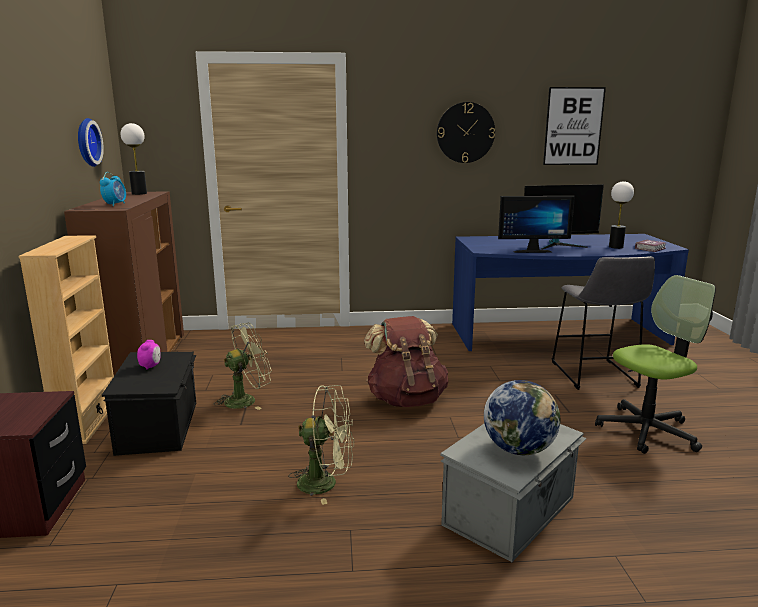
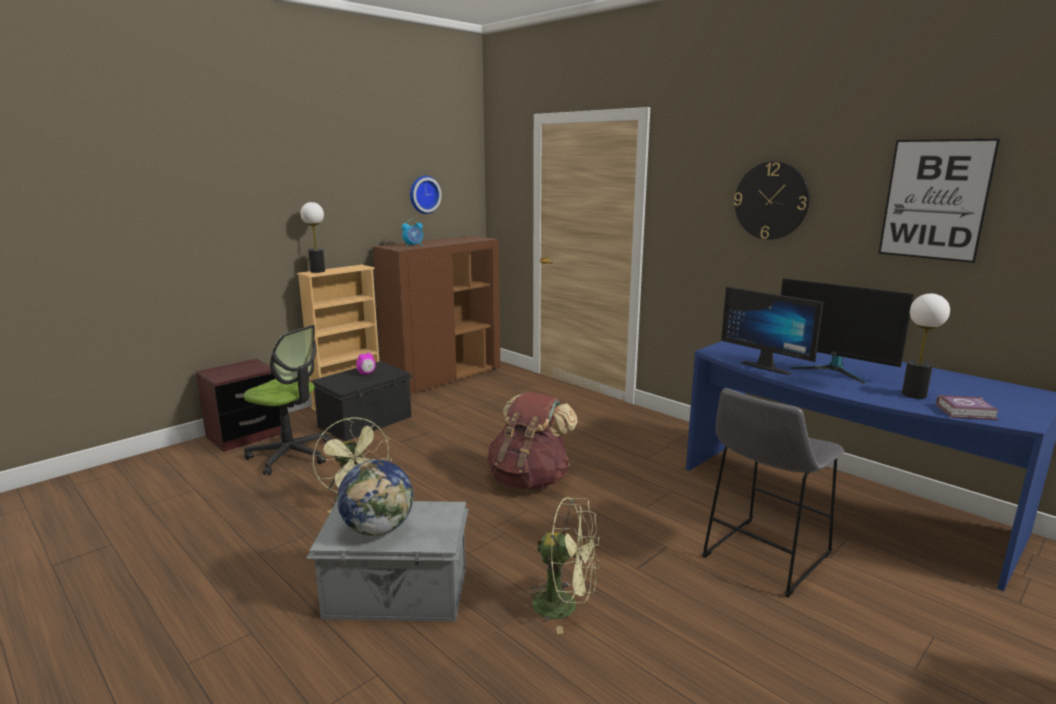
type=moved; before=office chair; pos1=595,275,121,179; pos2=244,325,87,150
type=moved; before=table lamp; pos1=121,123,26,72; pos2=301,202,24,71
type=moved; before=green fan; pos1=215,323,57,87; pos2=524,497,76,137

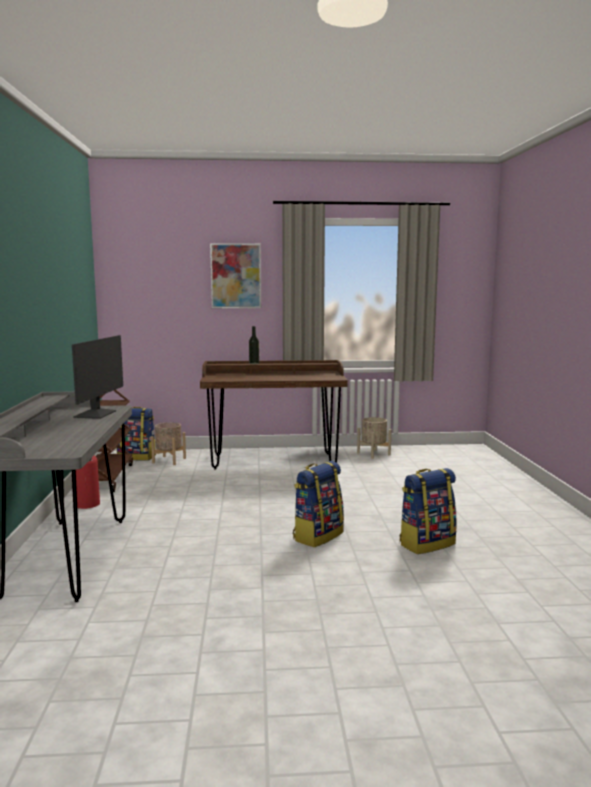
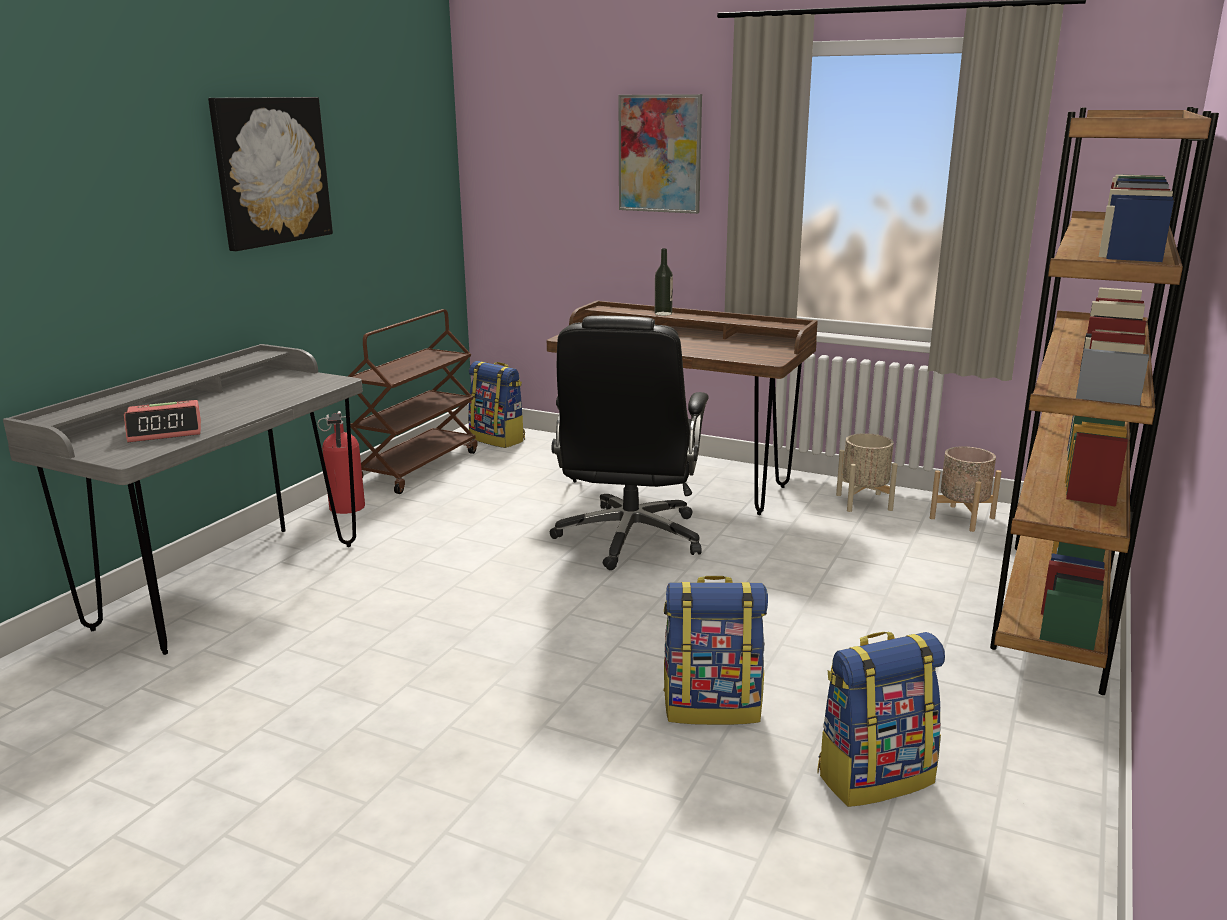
type=added; after=alarm clock; pos2=124,400,77,42
type=added; after=picture; pos2=208,97,125,154
type=added; after=black office chair; pos2=550,316,159,254
type=moved; before=backpack; pos1=293,461,51,86; pos2=817,632,128,175
type=moved; before=beige planter; pos1=151,422,35,43; pos2=930,447,72,85
type=added; after=brown bookcase; pos2=990,107,229,588
type=removed; before=monitor; pos1=72,335,51,84

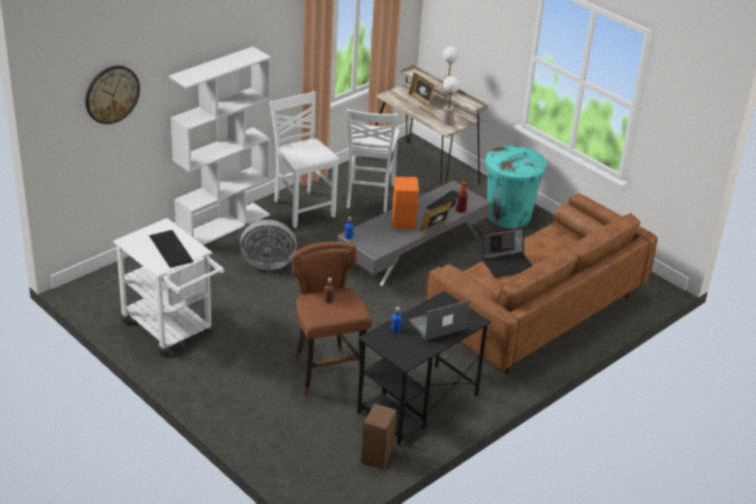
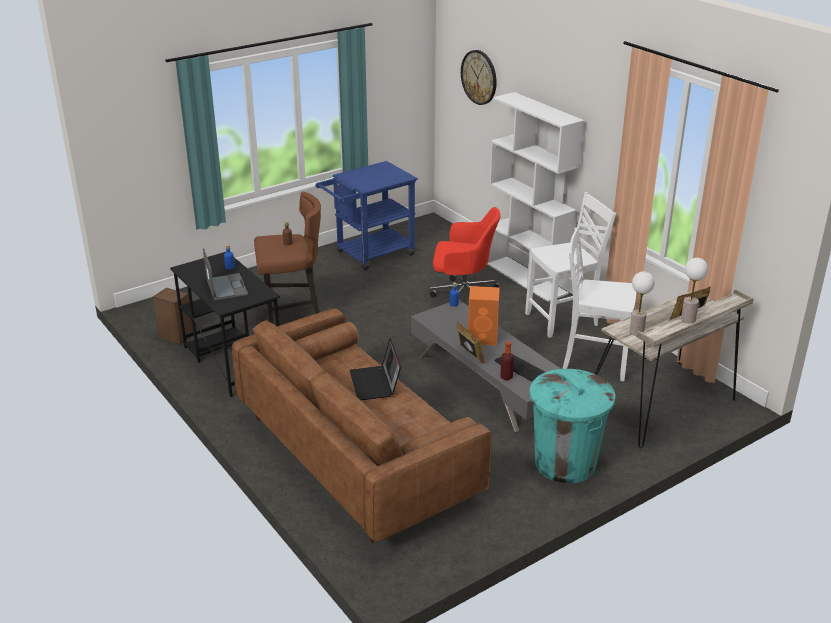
type=recoloured; before=white cart; after=blue cart; pos1=113,218,111,137; pos2=315,161,103,110
type=replaced; before=grey fan; after=red office chair; pos1=240,220,57,50; pos2=430,207,71,90
type=removed; before=keyboard; pos1=149,230,45,38

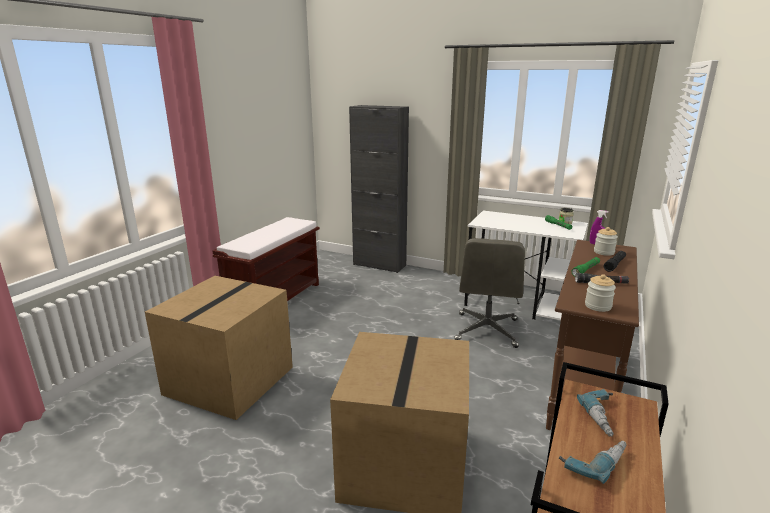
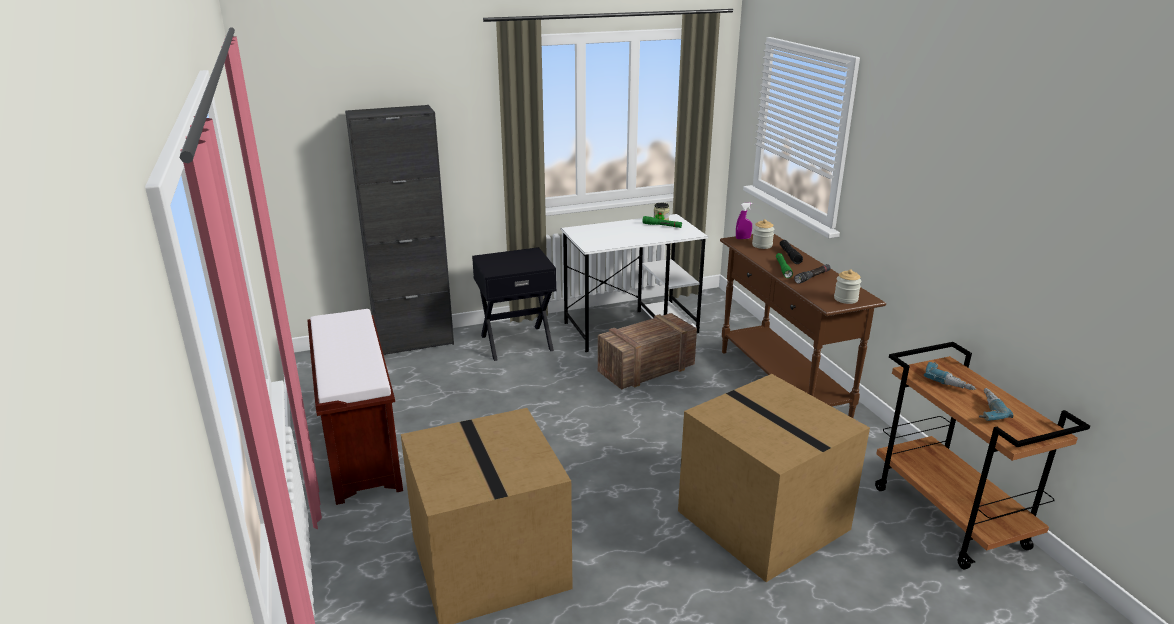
type=added; after=black nightstand; pos2=472,247,84,114
type=replaced; before=grey office chair; after=crate; pos1=454,238,71,110; pos2=598,313,99,77

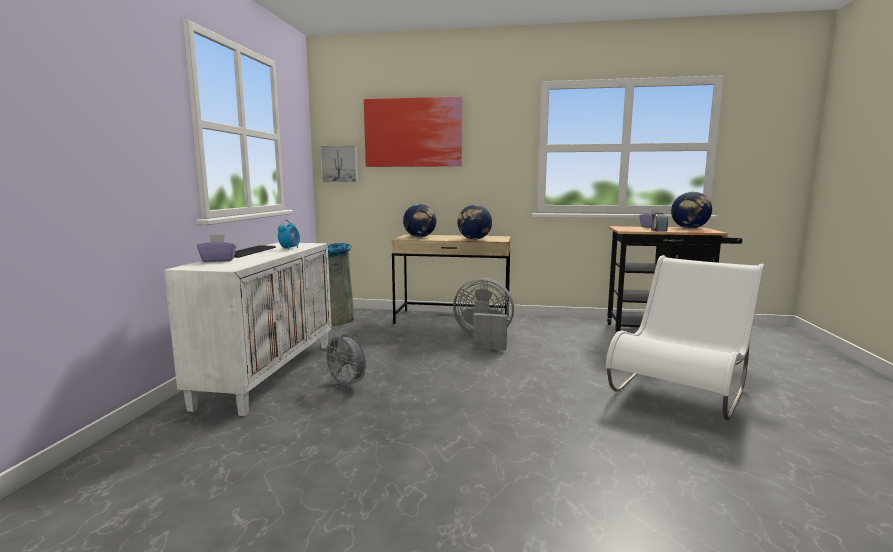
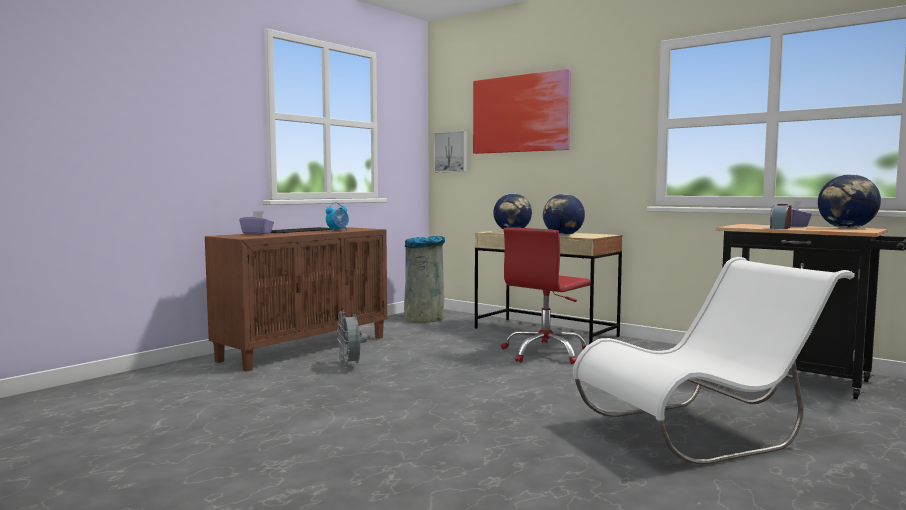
type=recoloured; before=white cabinet; after=brown cabinet; pos1=164,242,168,174; pos2=205,227,182,145
type=replaced; before=grey fan; after=red office chair; pos1=453,278,61,72; pos2=501,228,90,136

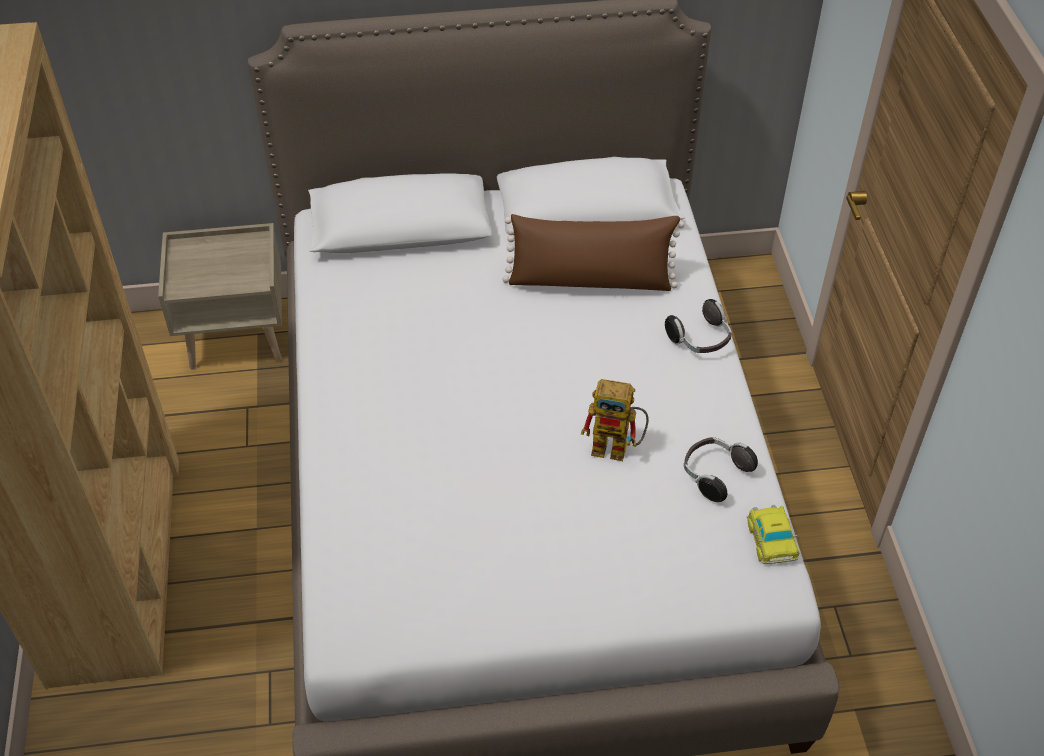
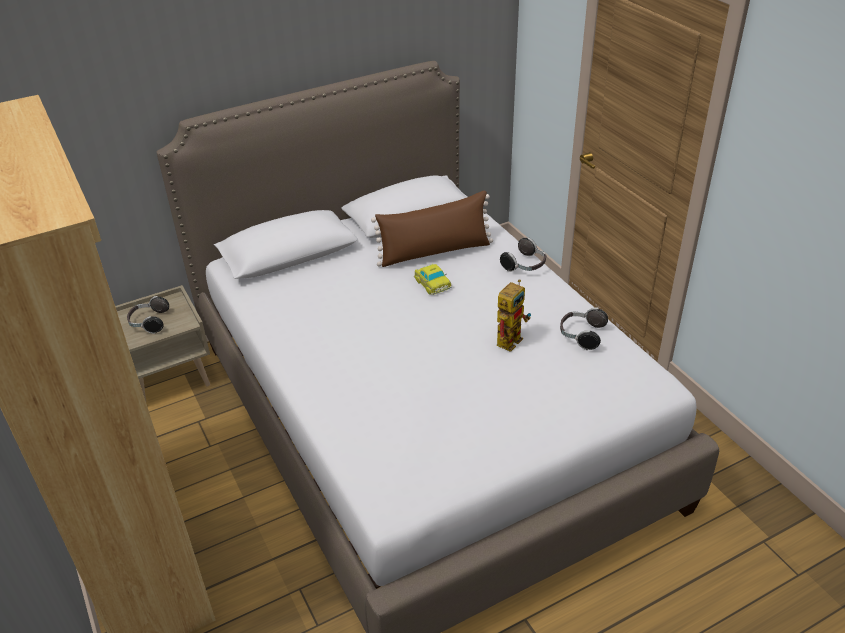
type=added; after=headphones; pos2=127,296,42,38
type=moved; before=toy car; pos1=747,505,52,59; pos2=414,264,38,31
type=turned; before=toy robot; pos1=581,379,68,82; pos2=497,279,34,73; turn=-45

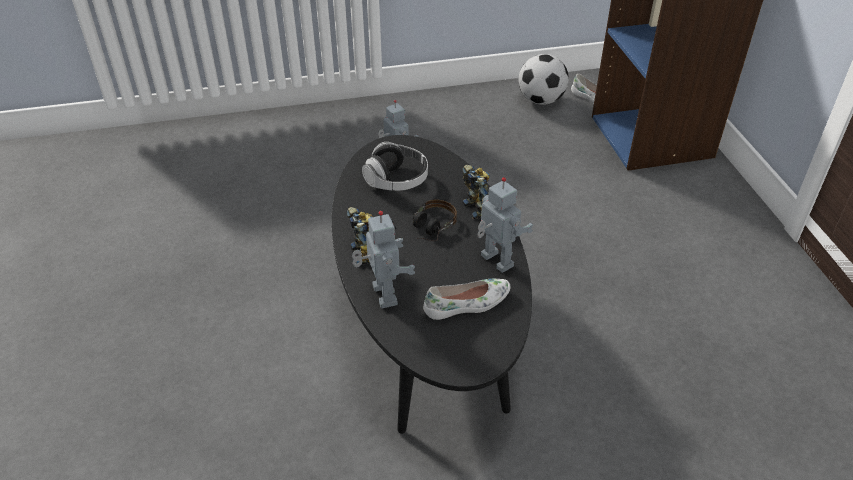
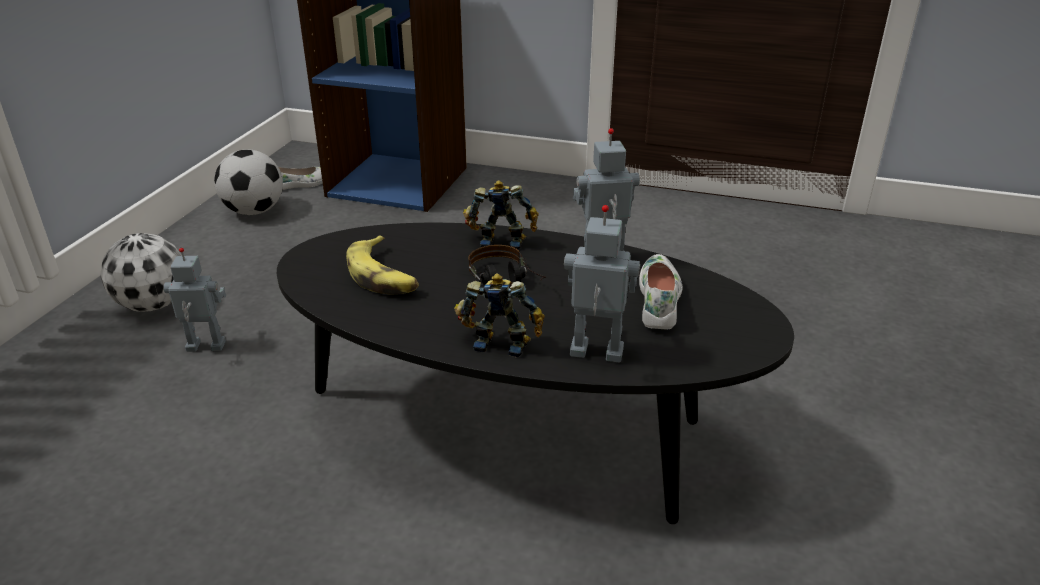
type=added; after=football; pos2=100,233,82,79
type=replaced; before=headphones; after=banana; pos1=362,142,66,49; pos2=346,235,73,59

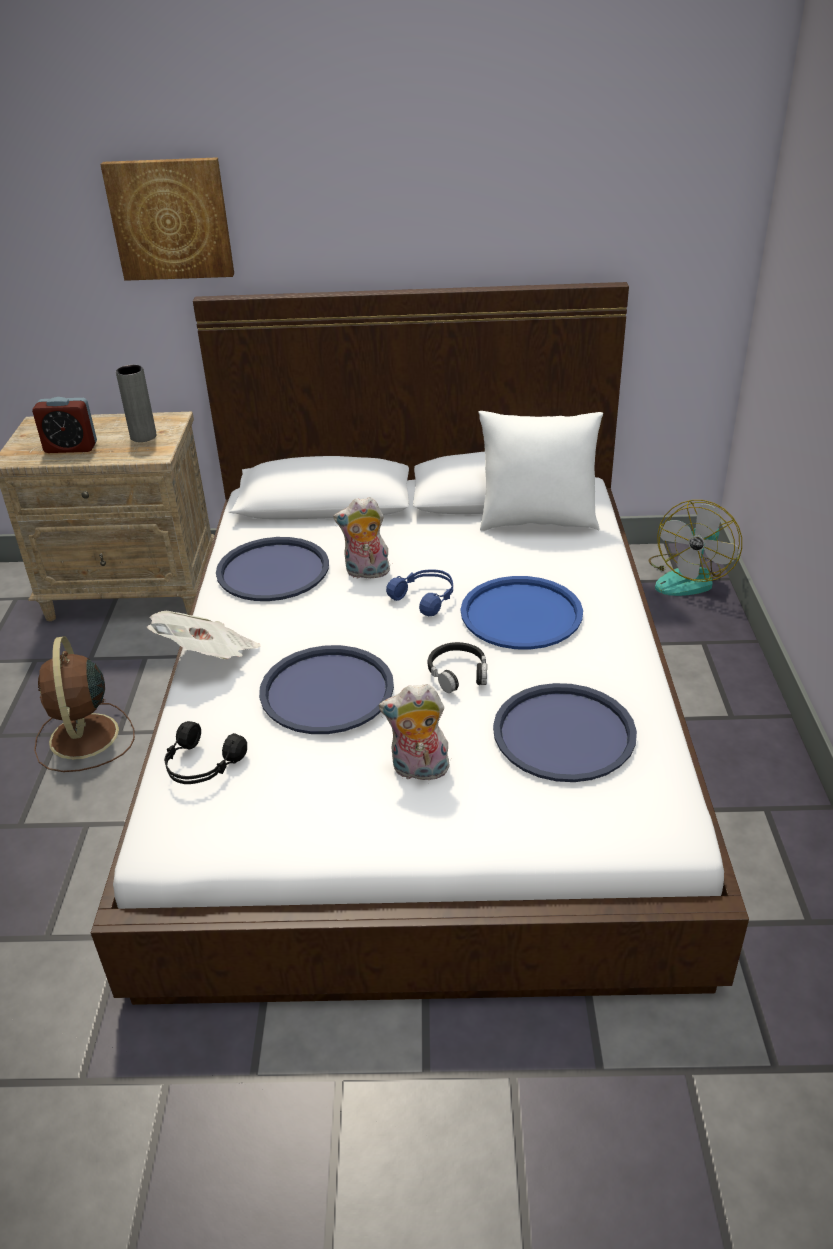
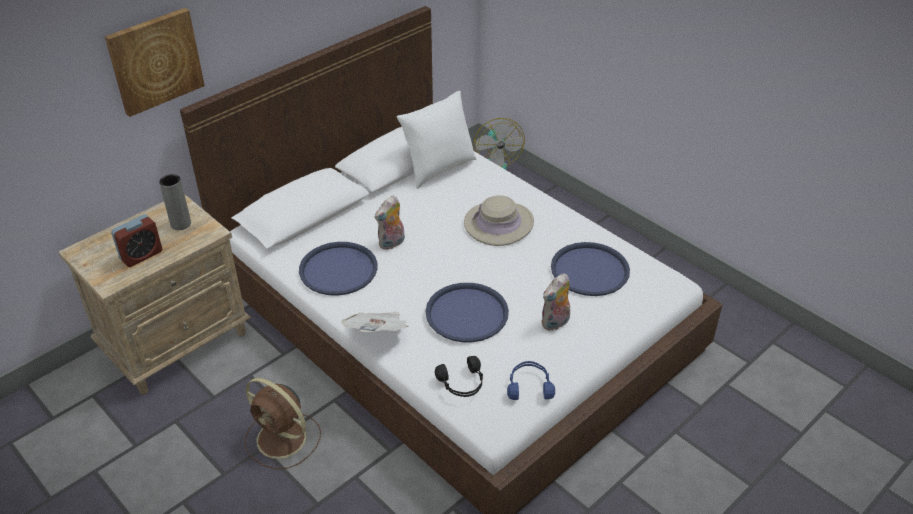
type=replaced; before=blue tray; after=beige hat; pos1=461,576,122,74; pos2=464,195,70,51
type=moved; before=blue headphones; pos1=386,569,67,47; pos2=507,361,48,39
type=removed; before=black headphones; pos1=428,642,59,51

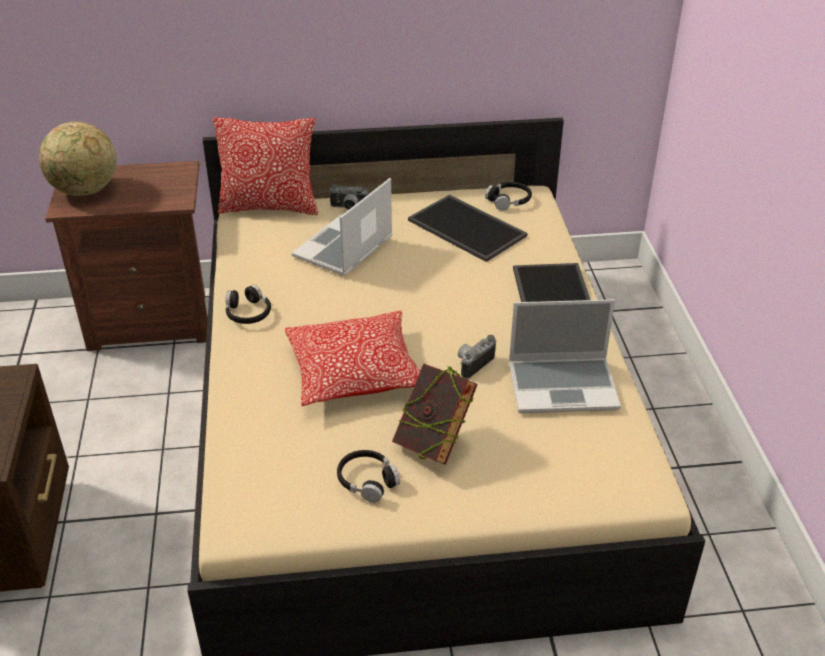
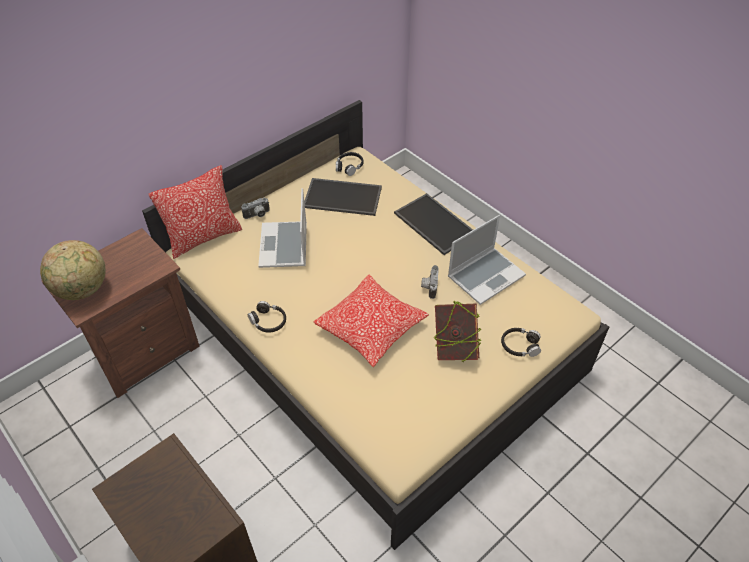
type=moved; before=black headphones; pos1=337,450,63,53; pos2=501,328,40,29

